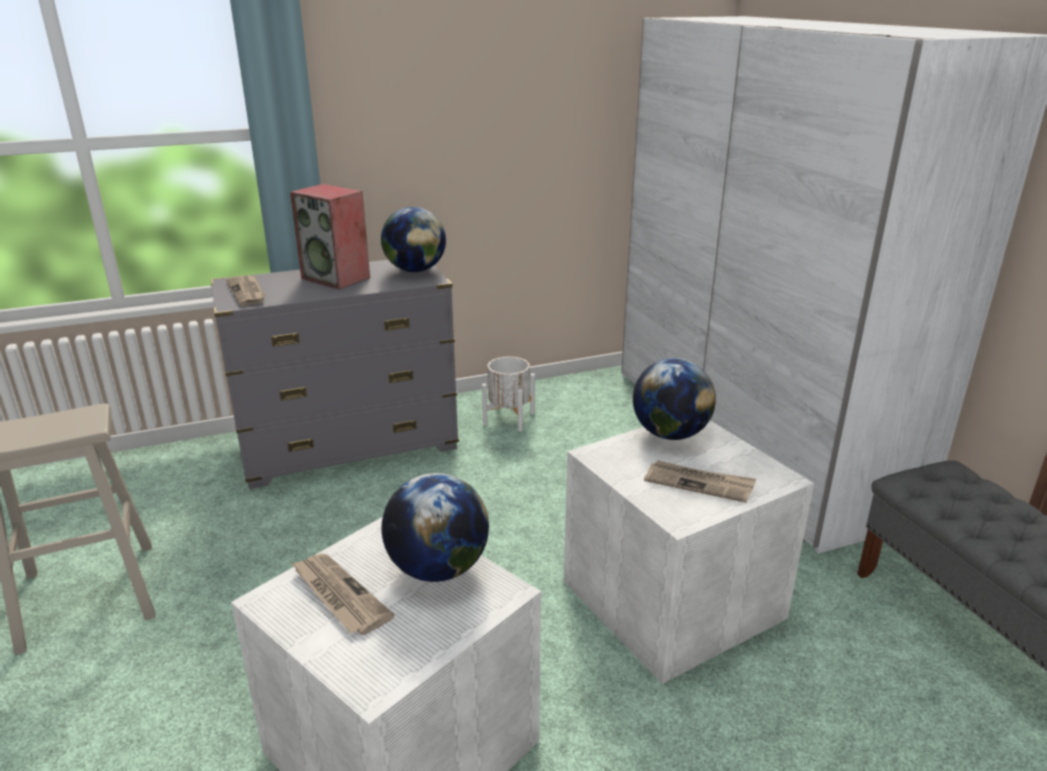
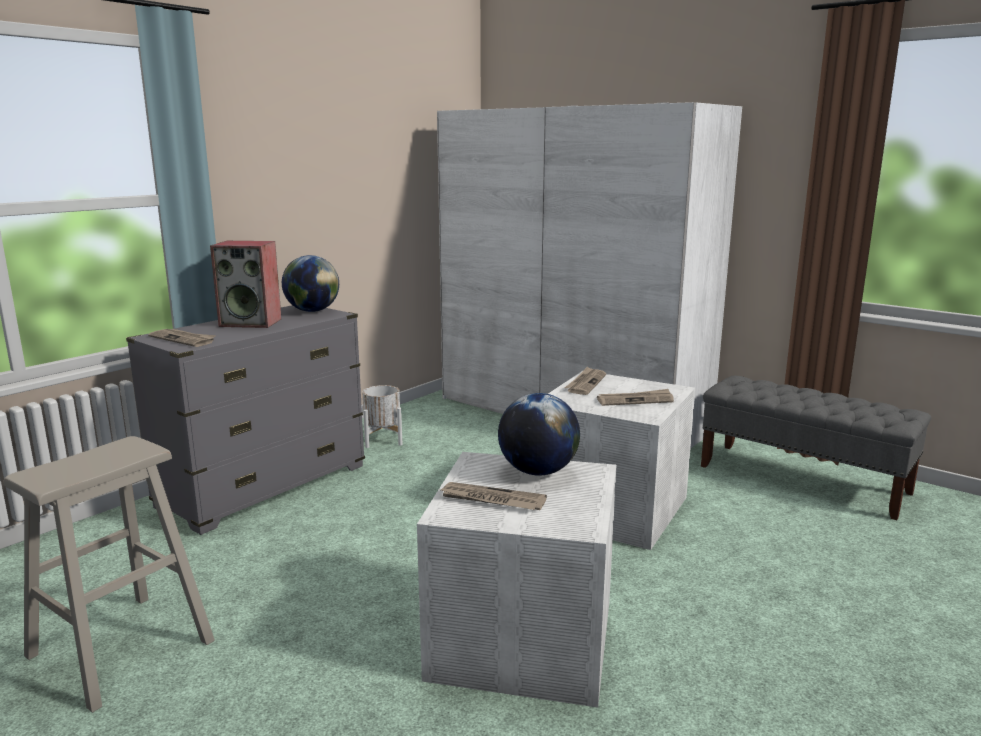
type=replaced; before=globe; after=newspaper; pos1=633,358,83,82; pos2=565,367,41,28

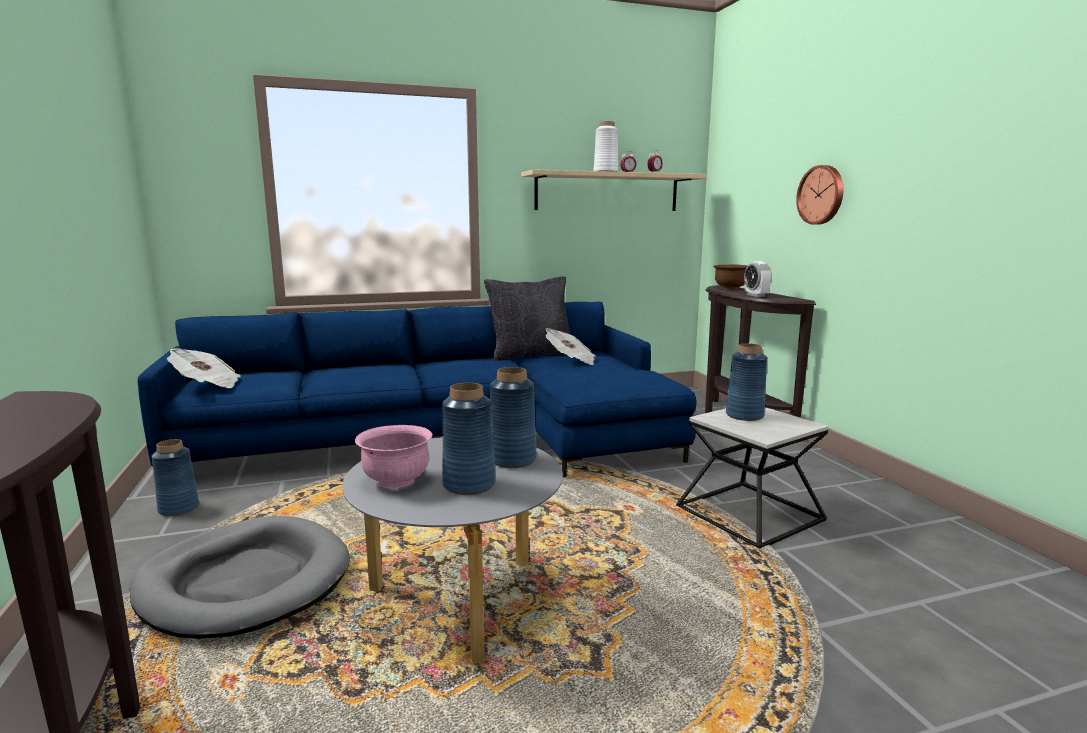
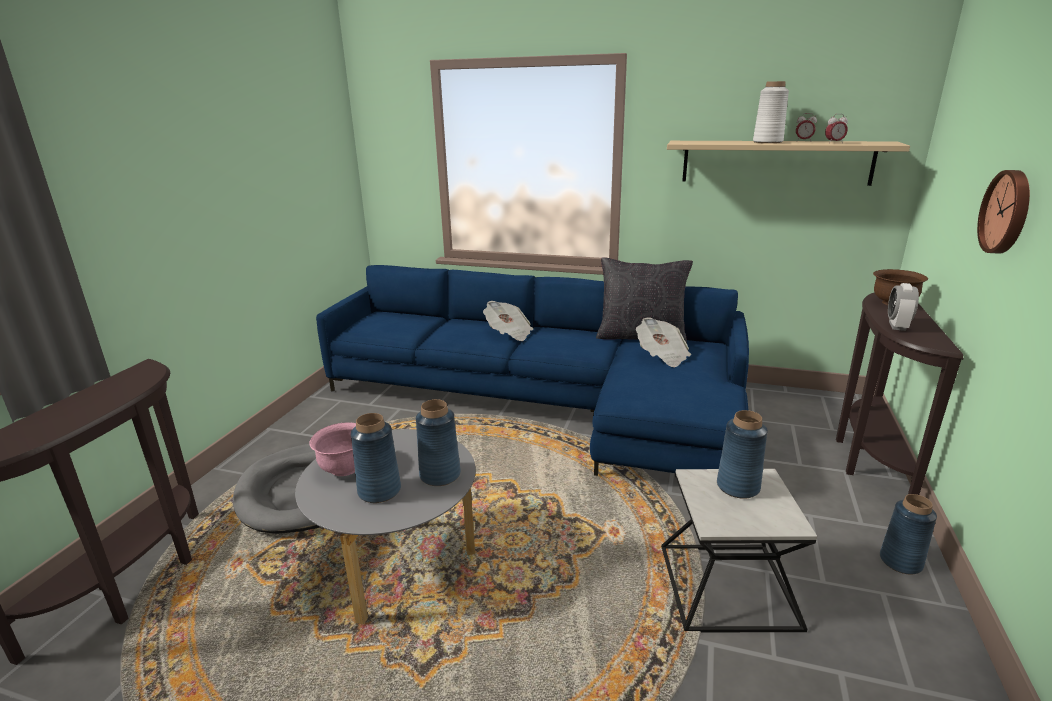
type=moved; before=newspaper; pos1=167,348,74,40; pos2=483,301,51,40
type=moved; before=blue vase; pos1=151,439,48,78; pos2=880,494,57,80

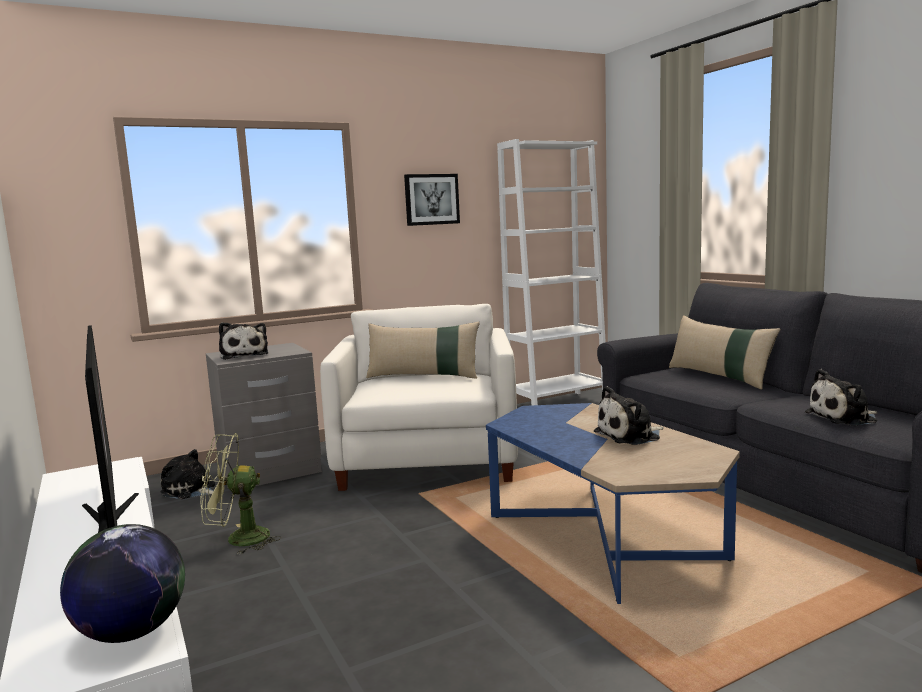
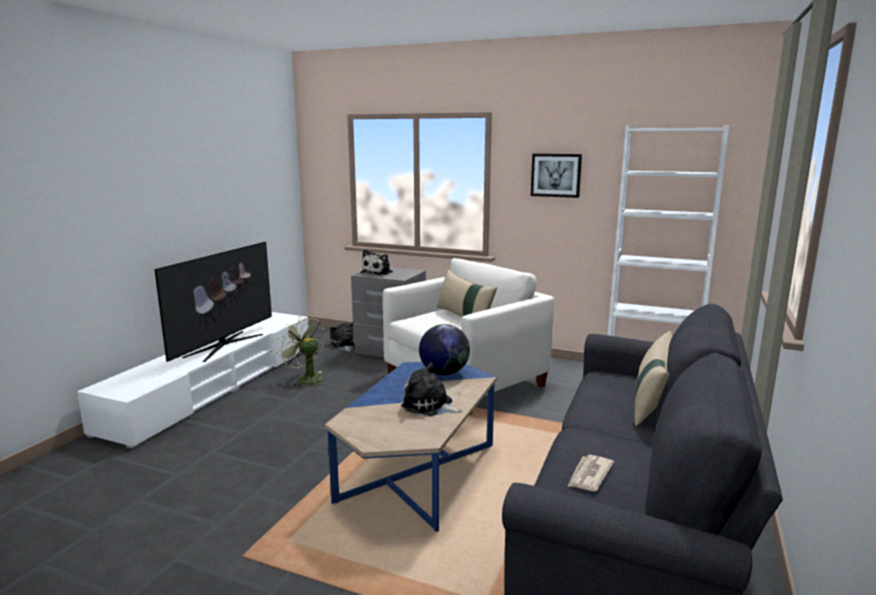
type=moved; before=globe; pos1=60,524,125,119; pos2=419,324,51,51
type=replaced; before=plush toy; after=newspaper; pos1=805,369,73,57; pos2=567,455,47,36

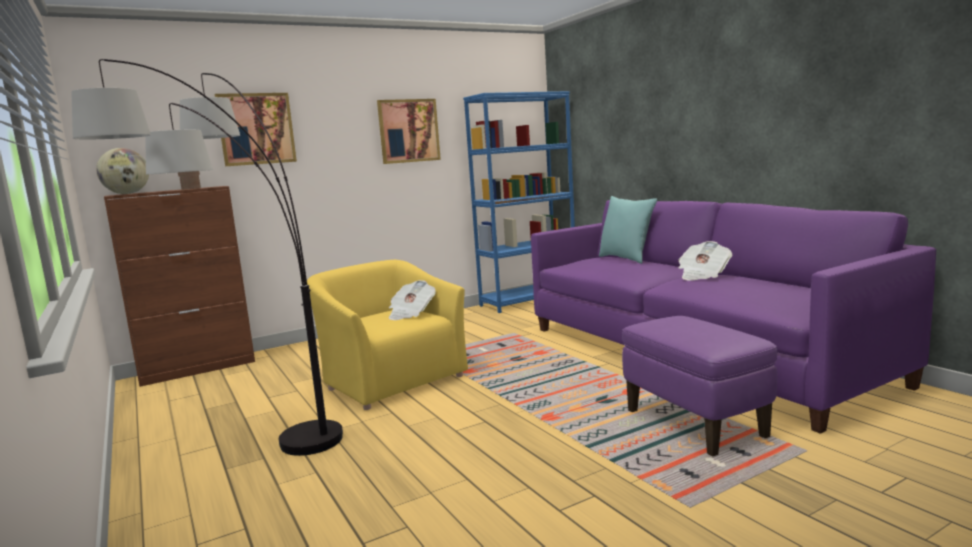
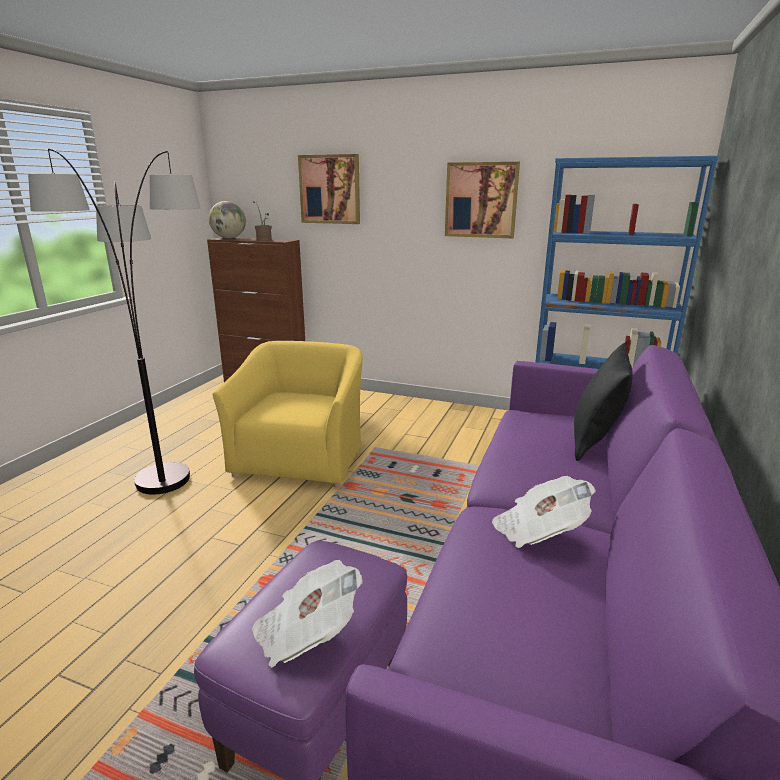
type=moved; before=newspaper; pos1=389,280,47,40; pos2=252,560,111,108
type=recoloured; before=turquoise pillow; after=black pillow; pos1=599,196,58,68; pos2=574,343,59,118

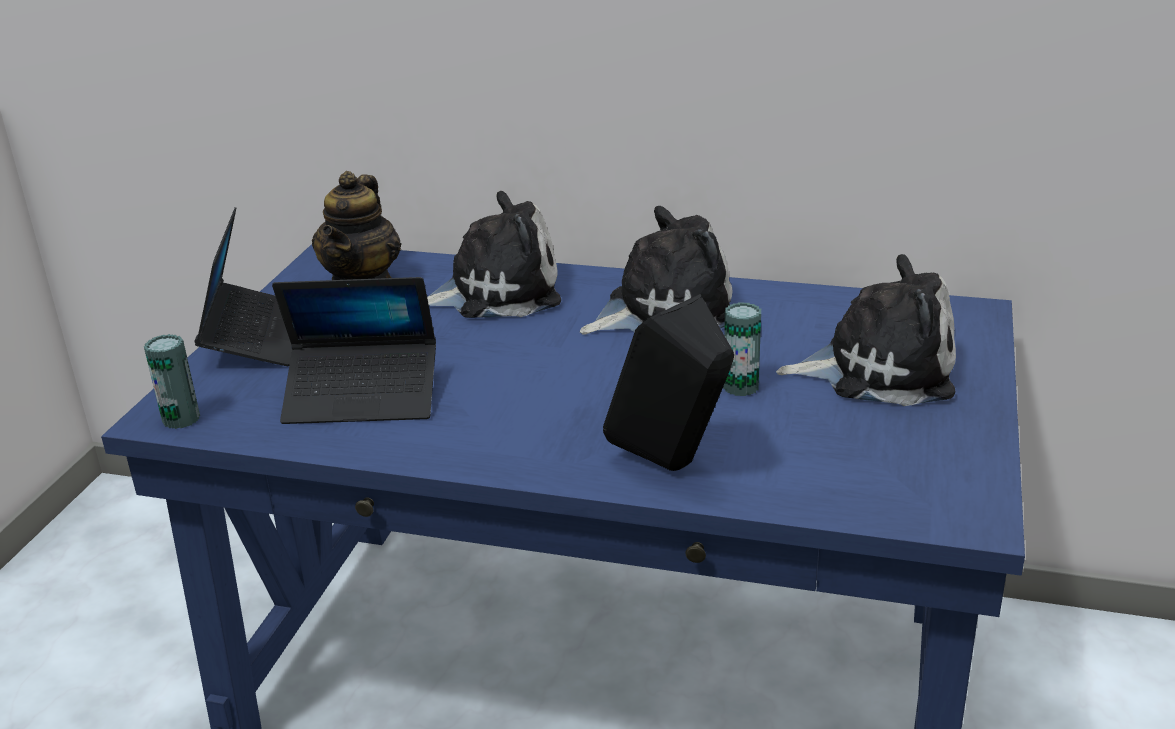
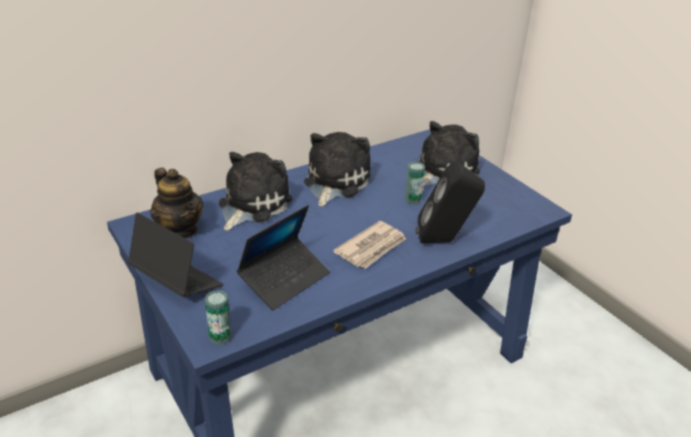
type=added; after=newspaper; pos2=333,221,73,48

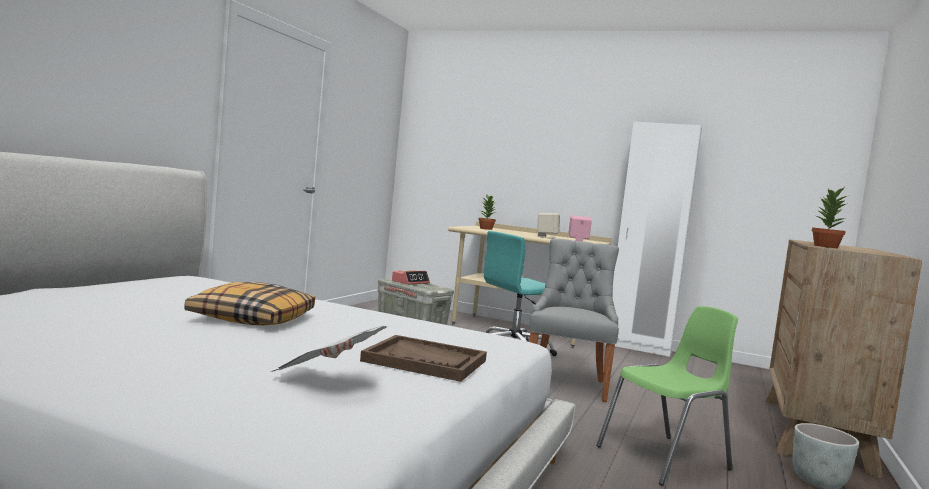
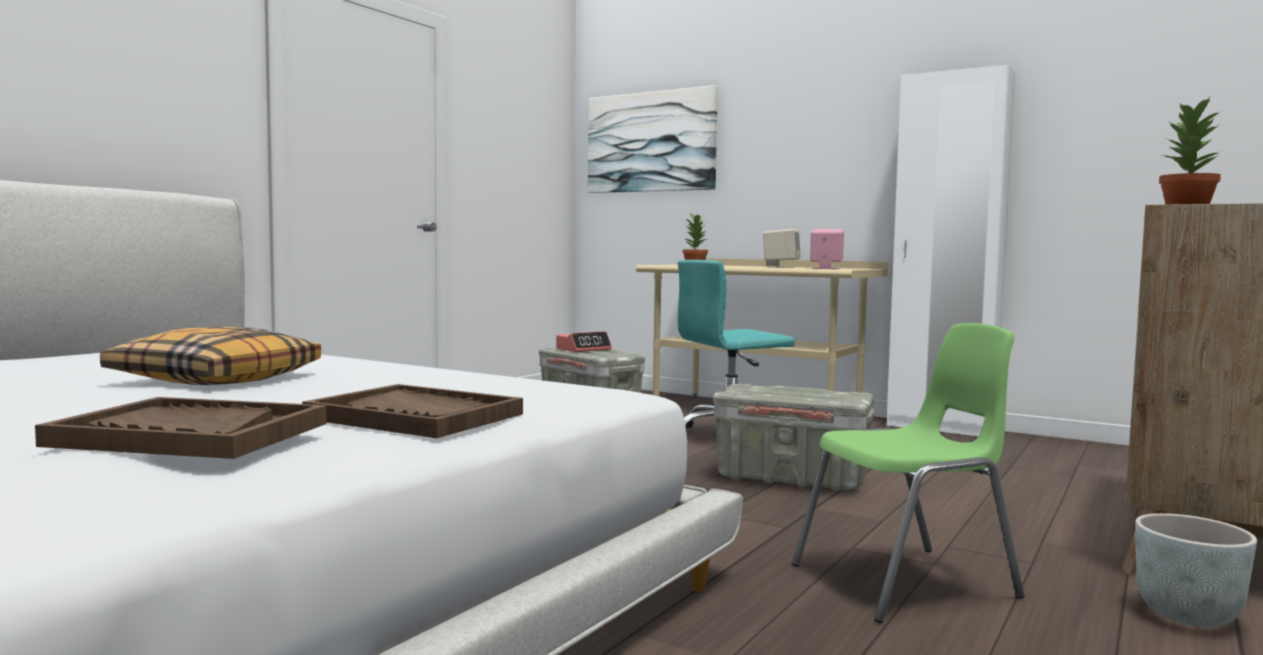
type=replaced; before=newspaper; after=brown tray; pos1=270,325,118,47; pos2=35,397,292,62
type=added; after=picture; pos2=588,85,130,108
type=replaced; before=grey chair; after=grey storage box; pos1=529,239,90,163; pos2=713,384,162,107

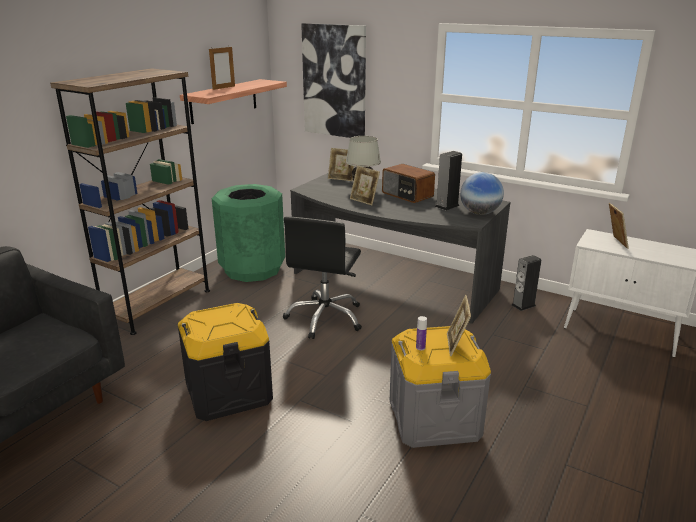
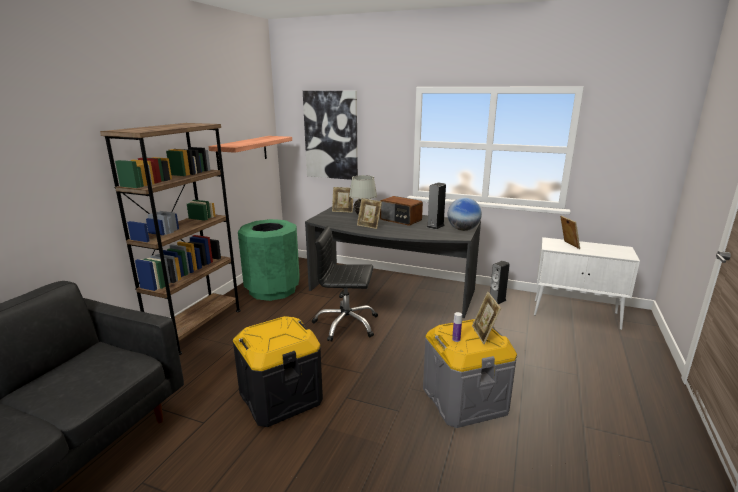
type=turned; before=black office chair; pos1=283,216,79,123; pos2=312,226,66,116; turn=90
type=removed; before=picture frame; pos1=209,47,26,43

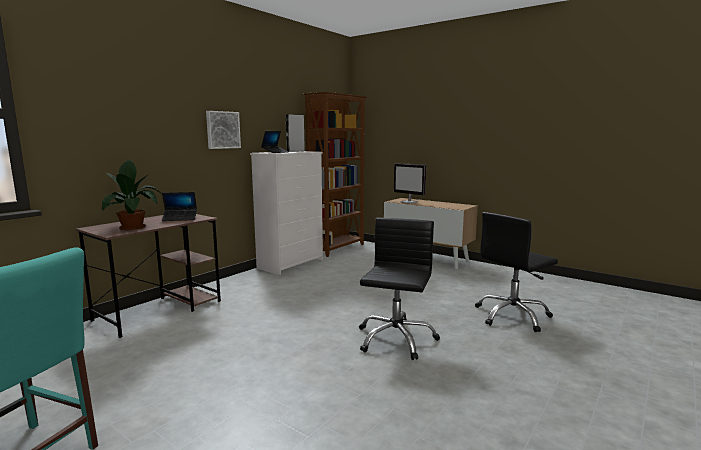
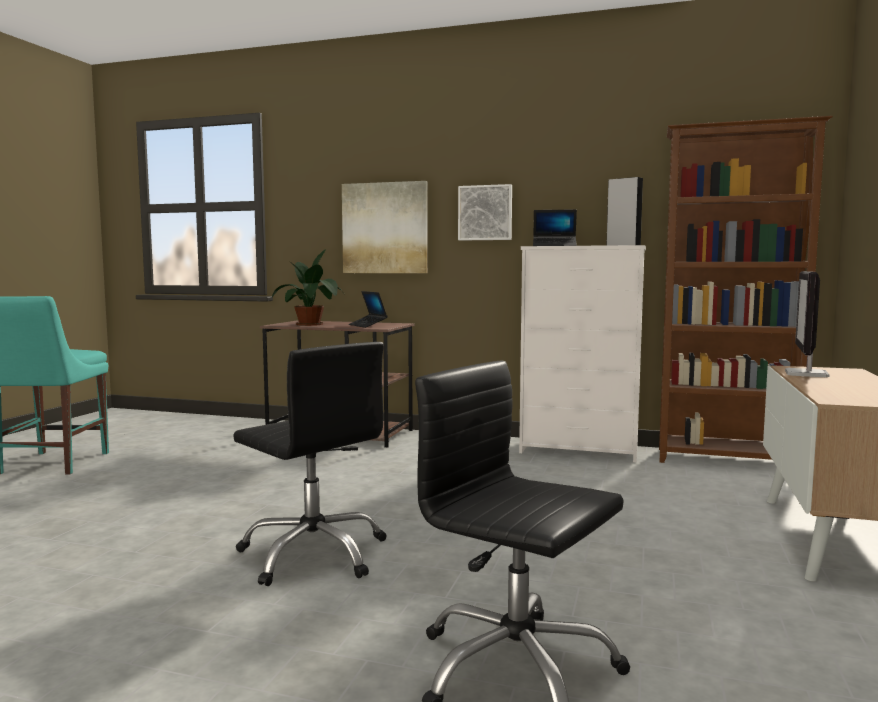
type=turned; before=black office chair; pos1=359,218,81,142; pos2=233,342,154,244; turn=45
type=added; after=picture; pos2=342,181,86,92

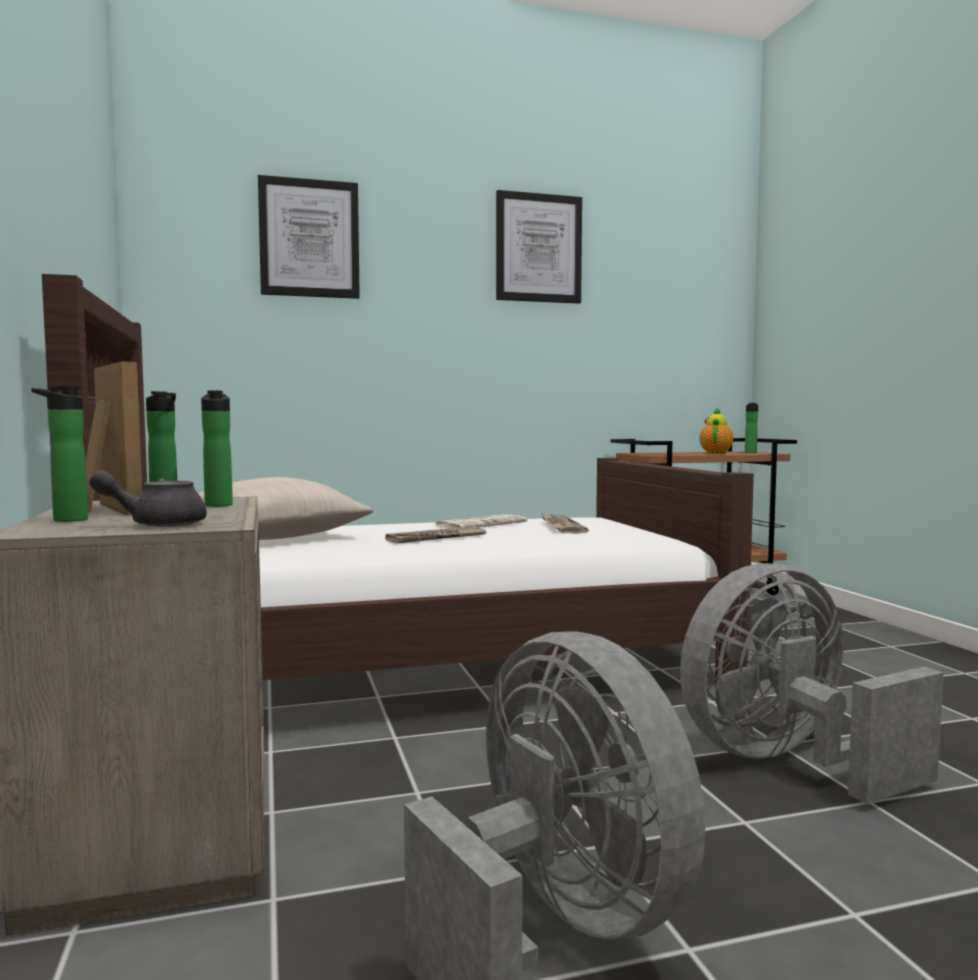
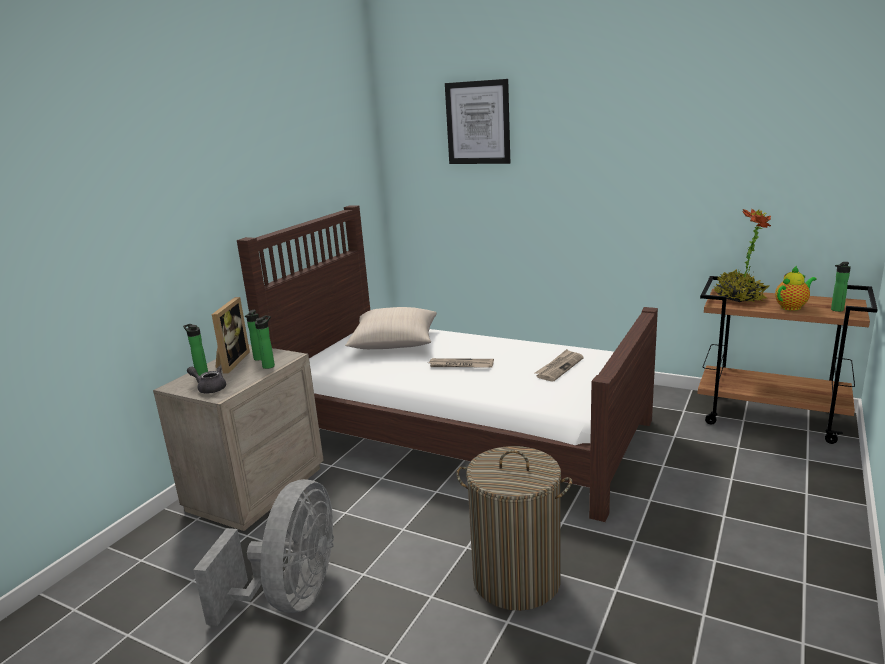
type=replaced; before=grey fan; after=laundry basket; pos1=680,563,264,241; pos2=456,446,116,165
type=added; after=potted plant; pos2=714,209,57,93
type=removed; before=newspaper; pos1=435,514,93,15
type=removed; before=picture; pos1=496,190,86,114

